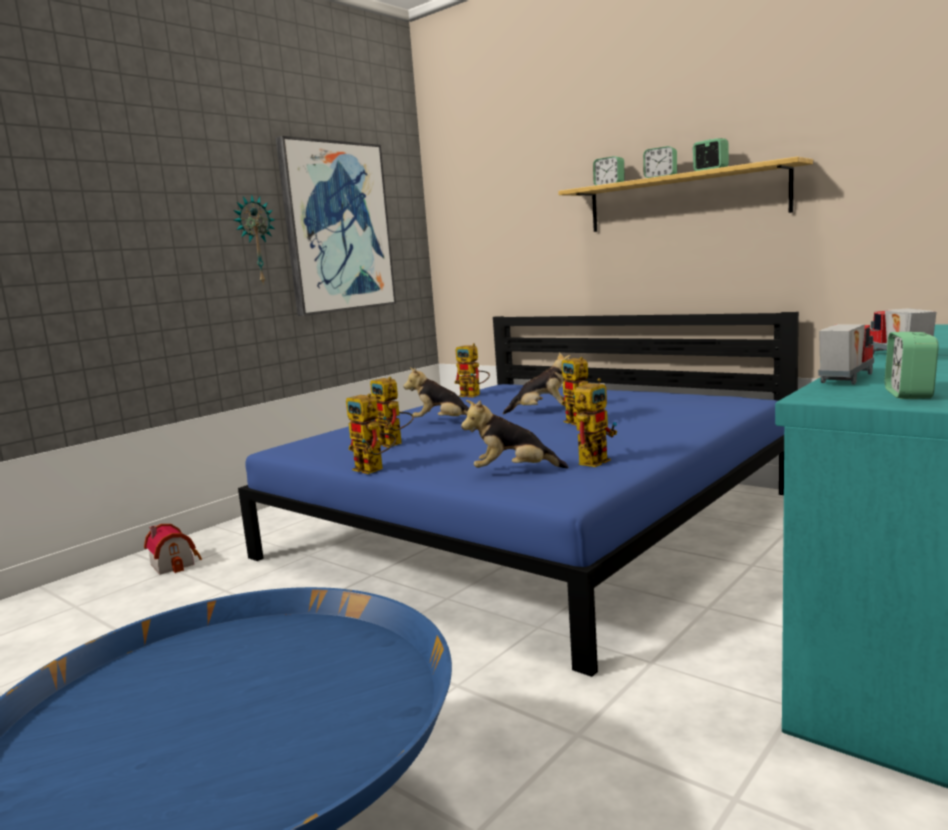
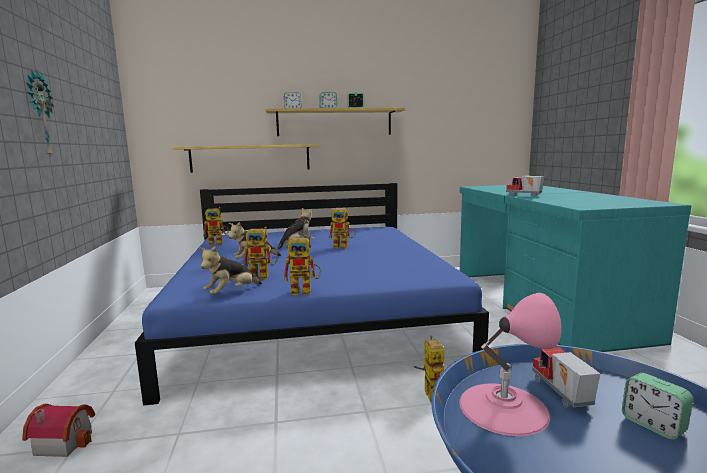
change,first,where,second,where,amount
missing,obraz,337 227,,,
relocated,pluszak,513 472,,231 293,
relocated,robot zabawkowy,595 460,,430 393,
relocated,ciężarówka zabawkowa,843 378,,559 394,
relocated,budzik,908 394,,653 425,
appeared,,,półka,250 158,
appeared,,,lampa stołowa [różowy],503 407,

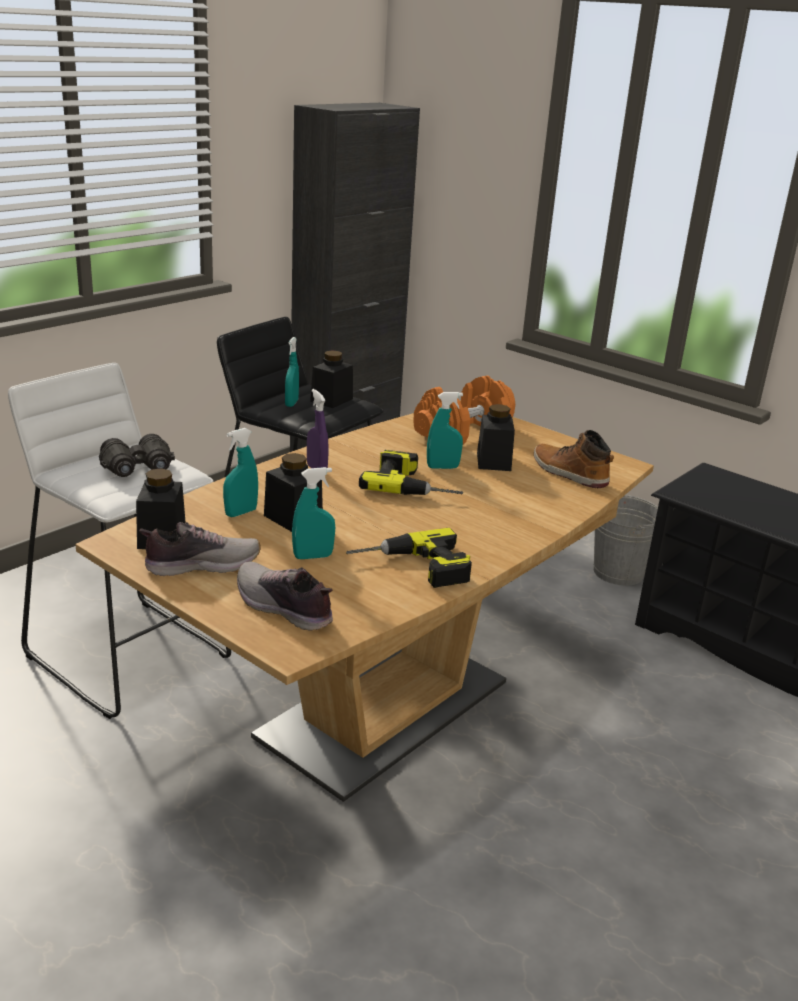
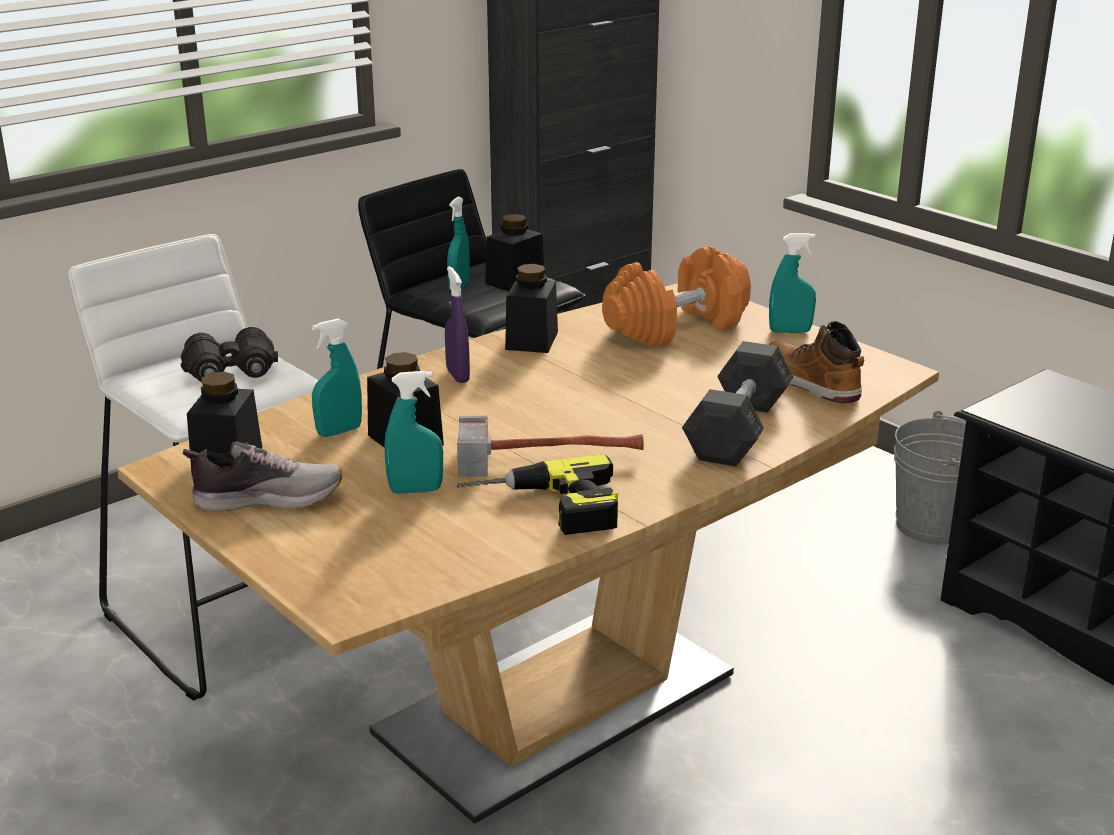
change,first,where,second,where,amount
missing,but,283 608,,,
missing,wiertarka,414 484,,,
relocated,spryskiwacz [turkusowy],442 467,,790 331,
relocated,słoik [czarny],493 461,,532 340,
appeared,,,młotek,550 455,
appeared,,,hantel [szary],737 429,

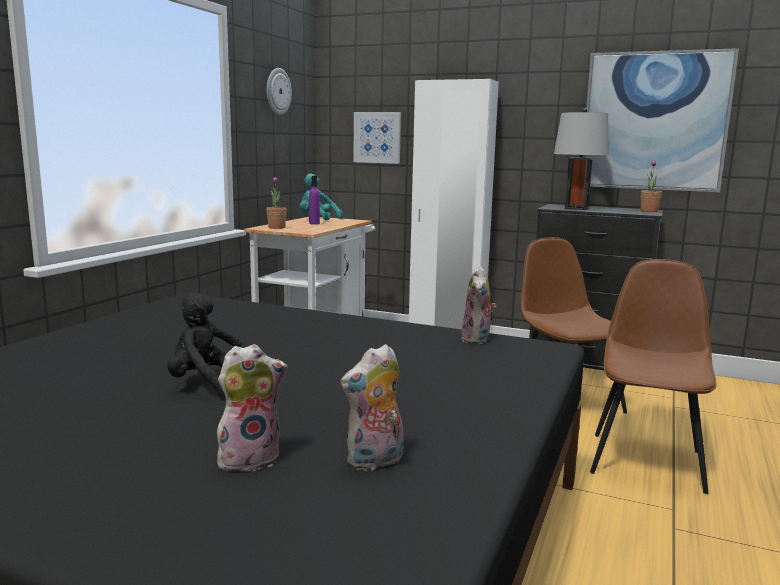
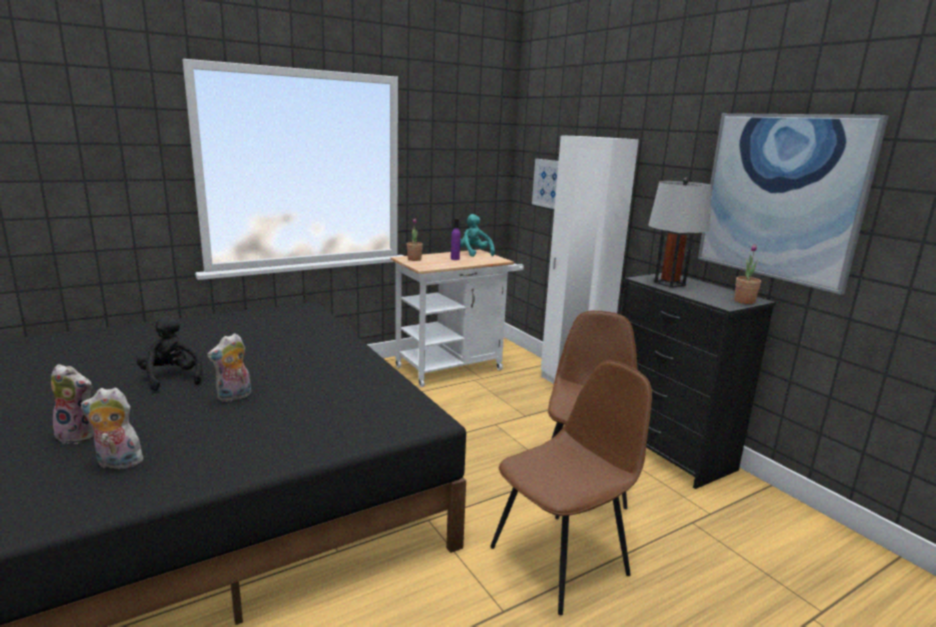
change,first,where,second,where,amount
missing,zegar ścienny,277 91,,,
relocated,pluszak,477 339,,234 397,

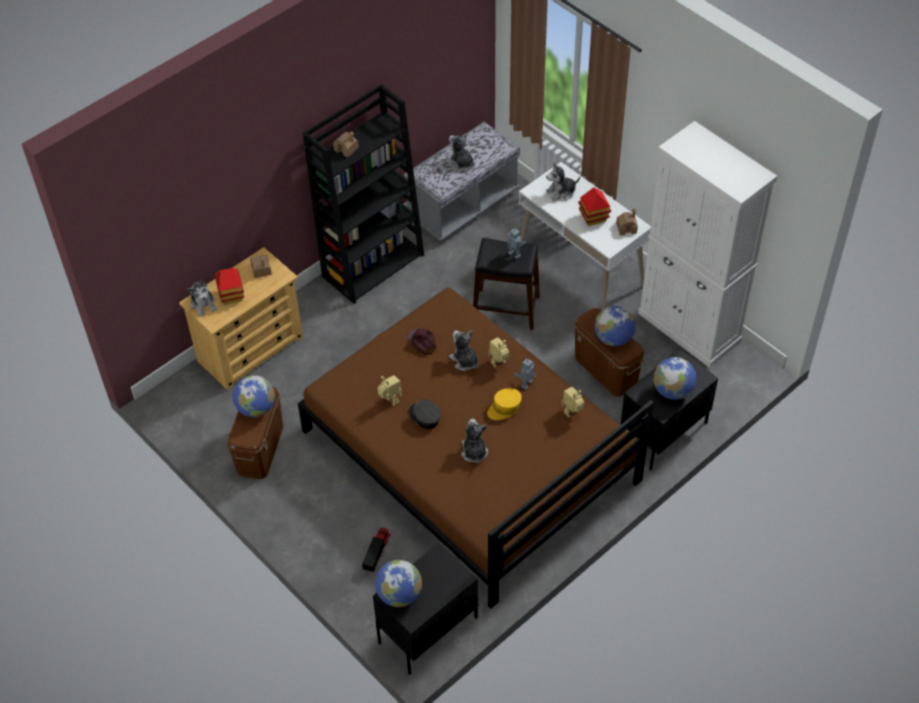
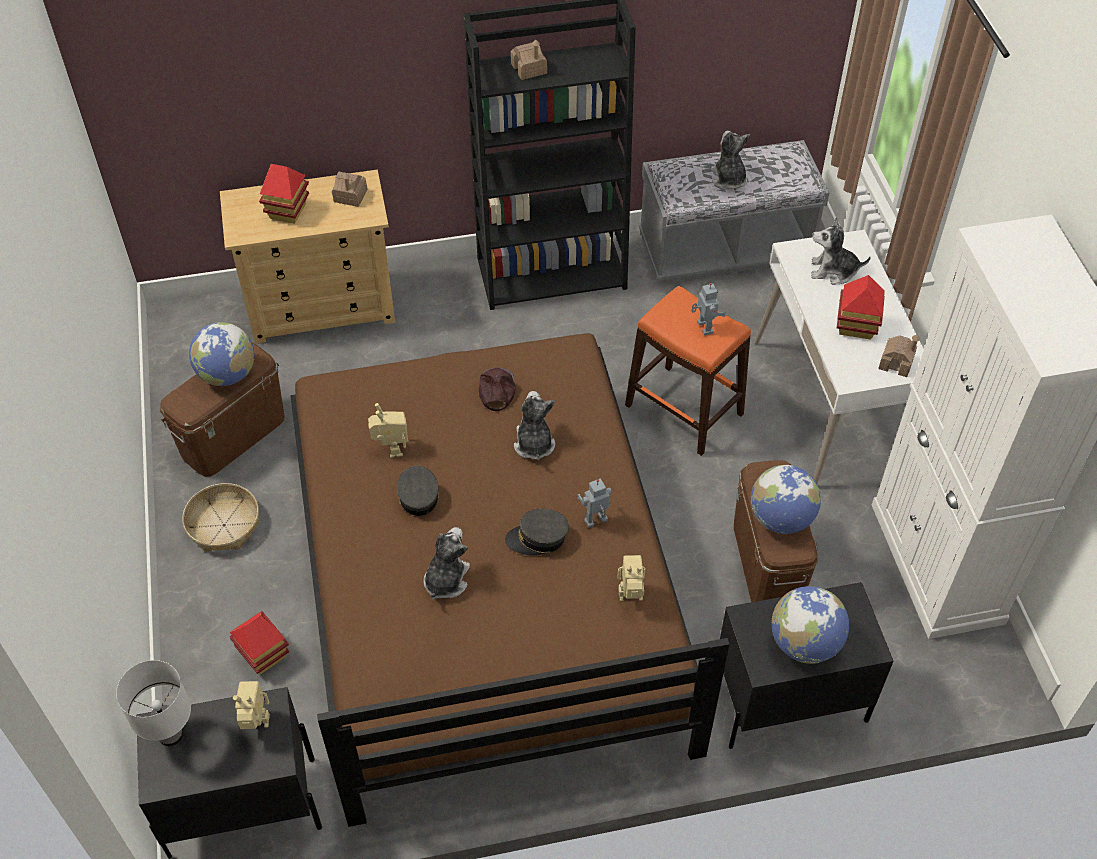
change,first,where,second,where,amount
missing,pluszak,203 304,,,
exchanged,ciężarówka zabawkowa,377 552,domek,263 655,
exchanged,globus,399 594,lampa stołowa [biały],171 735,
colour,stołek [czarny],506 309,stołek [pomarańczowy],684 410,
colour,czapka z daszkiem [żółty],504 408,czapka z daszkiem [szary],537 538,
relocated,robot zabawkowy,499 364,,256 725,
appeared,,,koszyk,223 525,

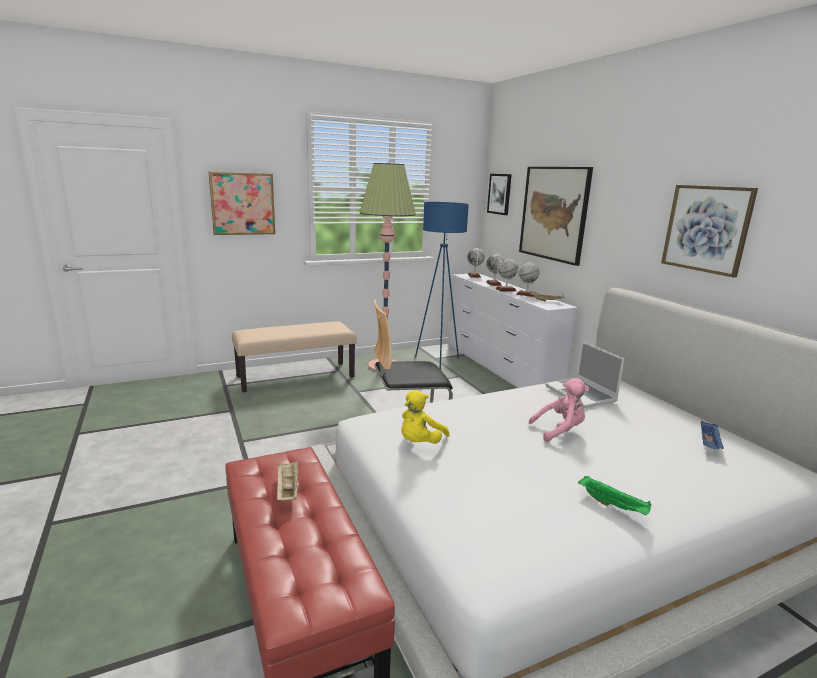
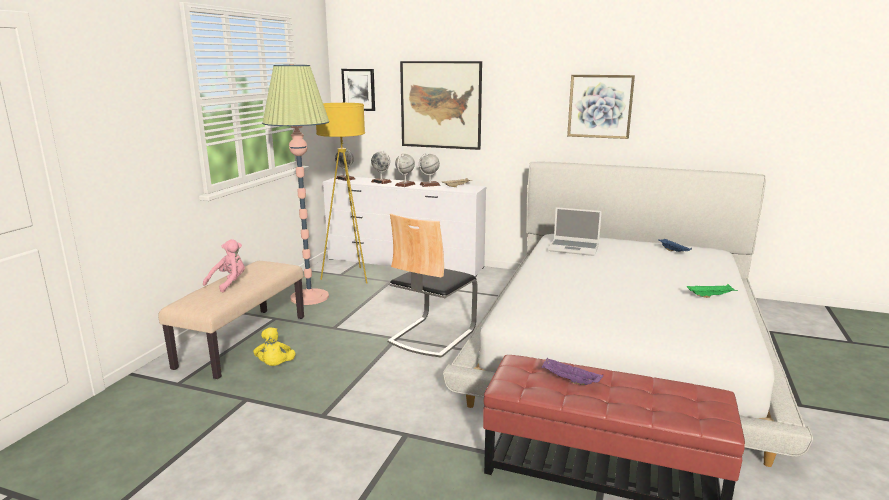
change,first,where,second,where,amount
missing,obraz,242 203,,,
colour,taca [beżowy],287 489,taca [fioletowy],569 380,
relocated,pluszak [żółty],420 443,,275 366,
colour,lampa stojąca [niebieski],437 361,lampa stojąca [żółty],348 276,
relocated,pluszak [różowy],560 431,,229 283,

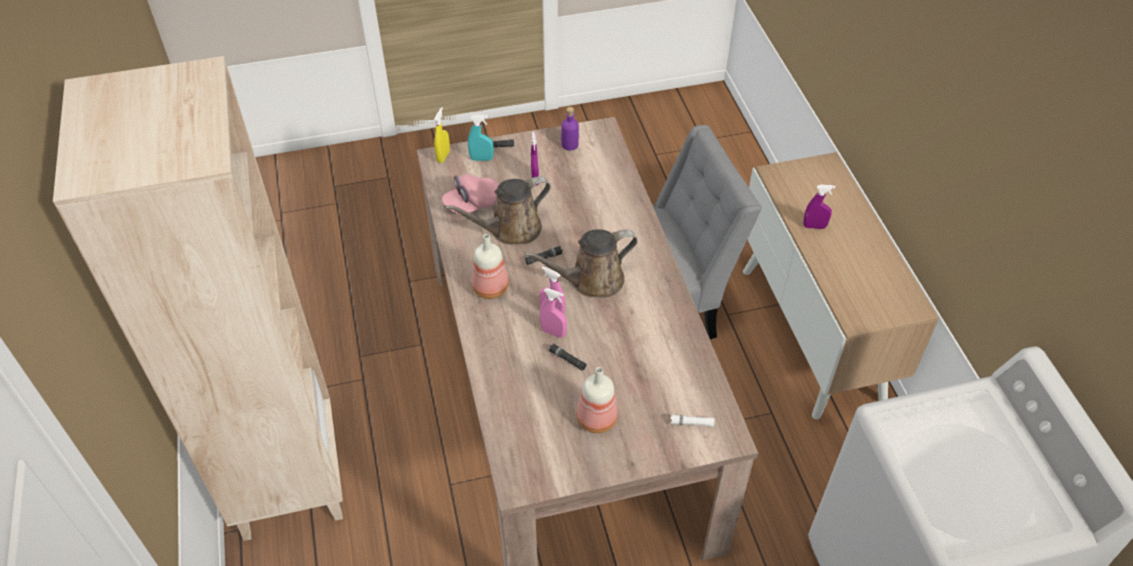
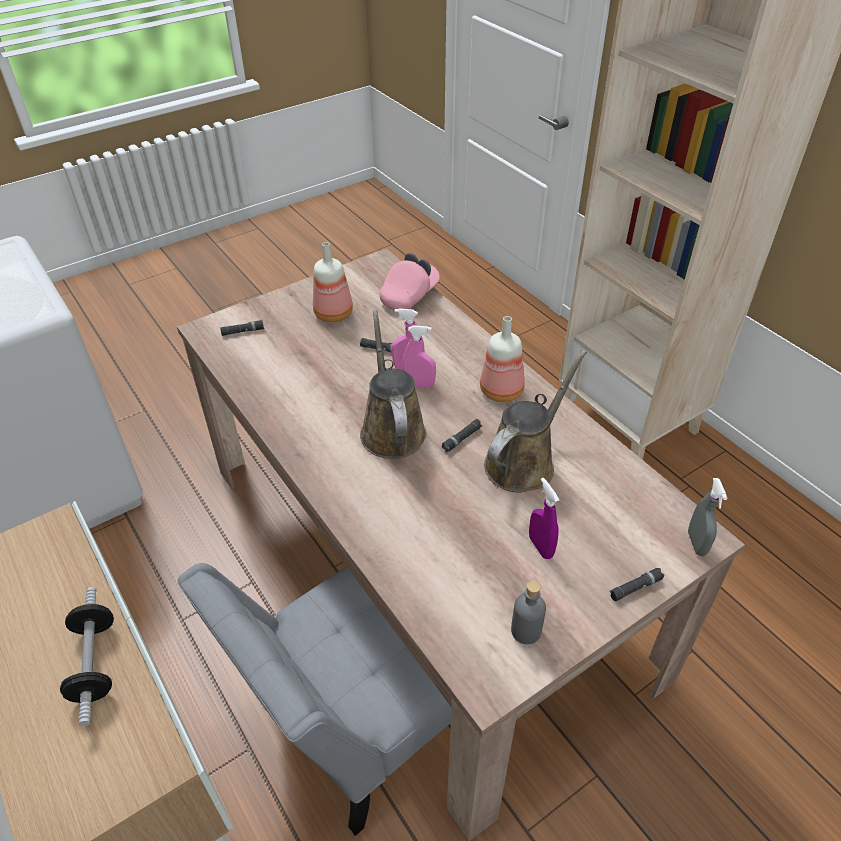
change,first,where,second,where,amount
colour,spryskiwacz [żółty],443 156,spryskiwacz [szary],696 543,
relocated,czapka z daszkiem [różowy],473 204,,409 296,
missing,spryskiwacz [turkusowy],481 159,,,
spun,konewka [brązowy],591 280,,391 429,60 degrees counterclockwise
colour,butelka [fioletowy],570 144,butelka [szary],526 631,
colour,latarka [biały],691 423,latarka [czarny],243 331,
exchanged,spryskiwacz [fioletowy],814 226,hantel,95 663,

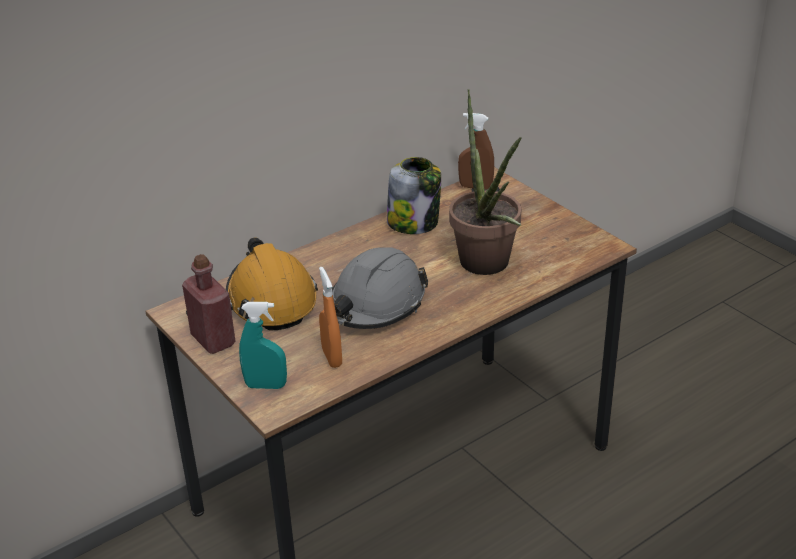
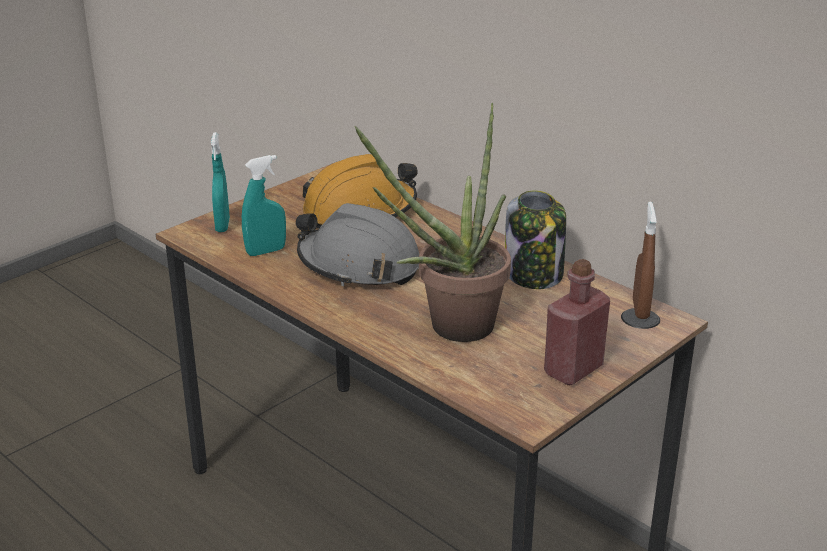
change,first,where,second,where,amount
relocated,butelka [czerwony],213 340,,573 370,
colour,spryskiwacz [pomarańczowy],332 357,spryskiwacz [turkusowy],266 251,

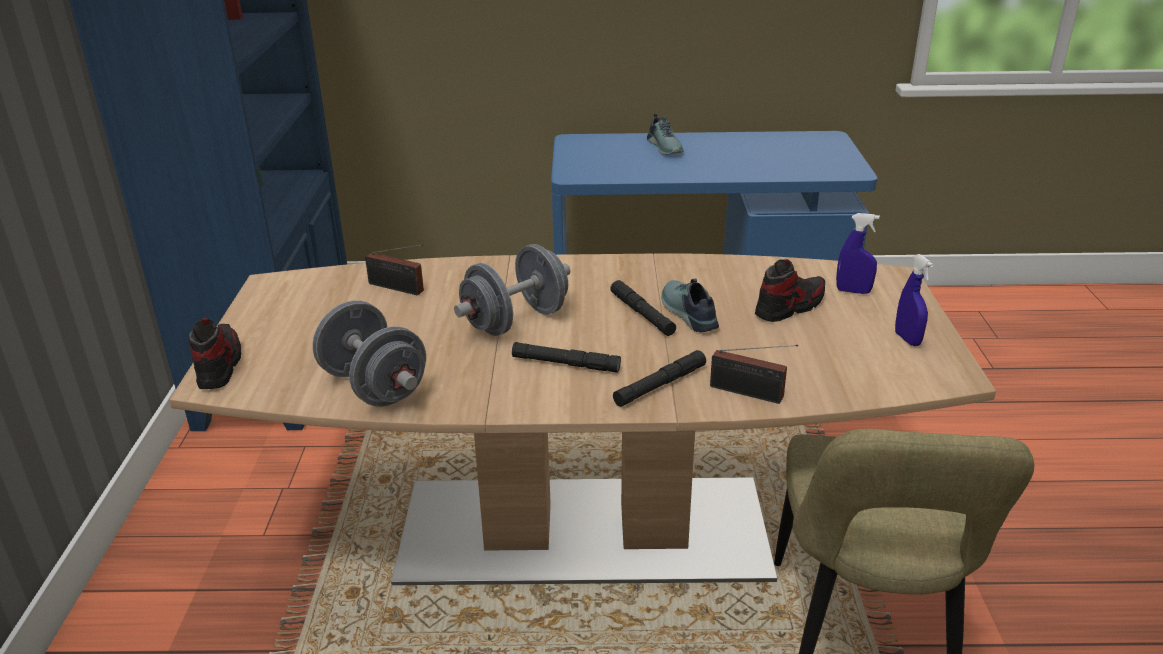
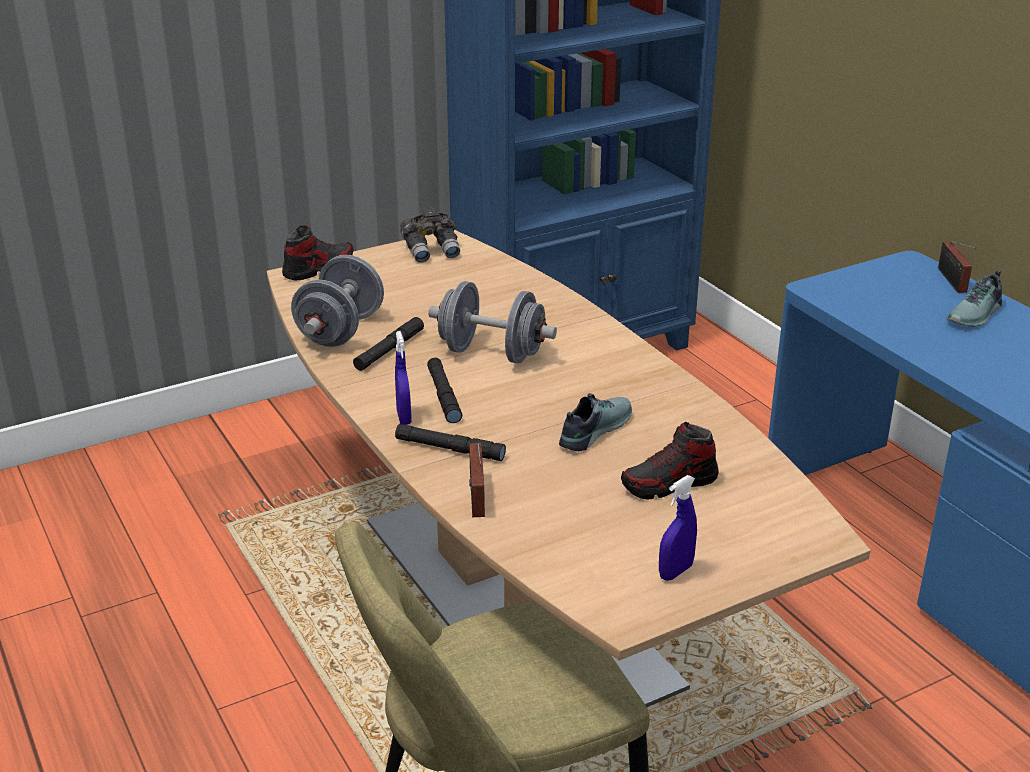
change,first,where,second,where,amount
relocated,radio,398 288,,952 281,
relocated,latarka [czarny],642 314,,389 350,
spun,but,789 307,,669 484,135 degrees clockwise
relocated,spryskiwacz [niebieski],853 291,,404 417,
appeared,,,lornetka [szary],432 251,

